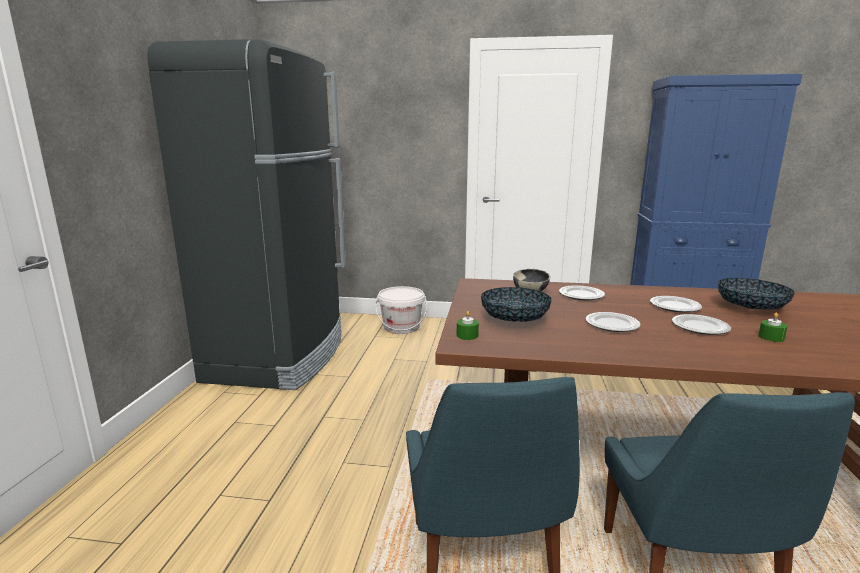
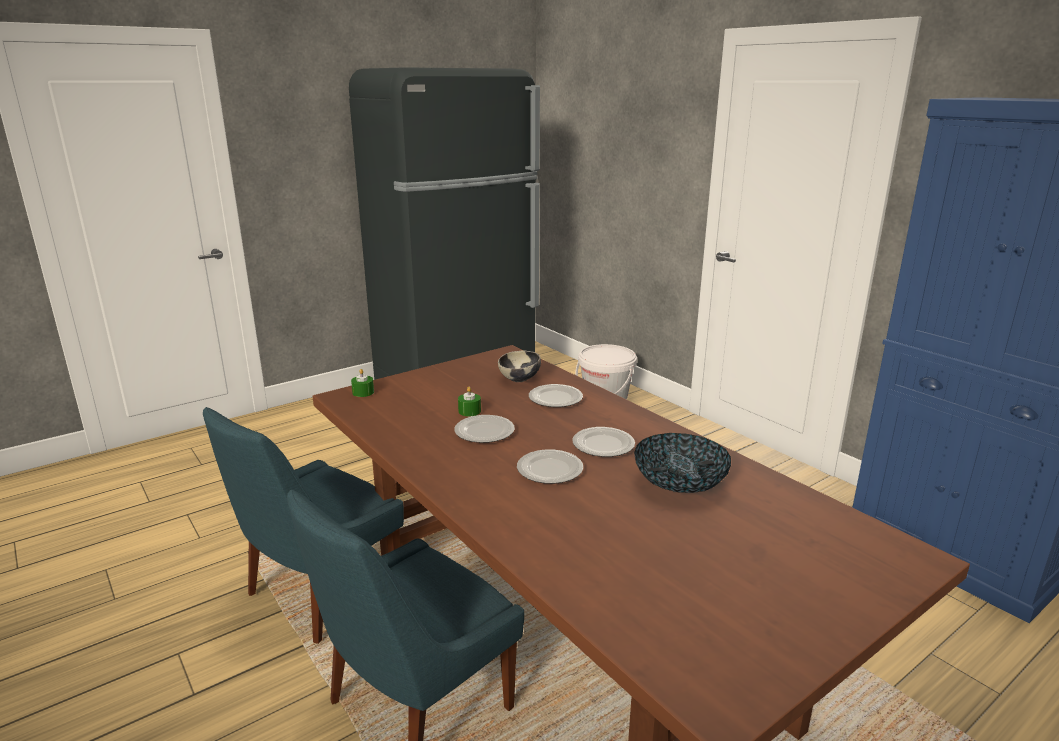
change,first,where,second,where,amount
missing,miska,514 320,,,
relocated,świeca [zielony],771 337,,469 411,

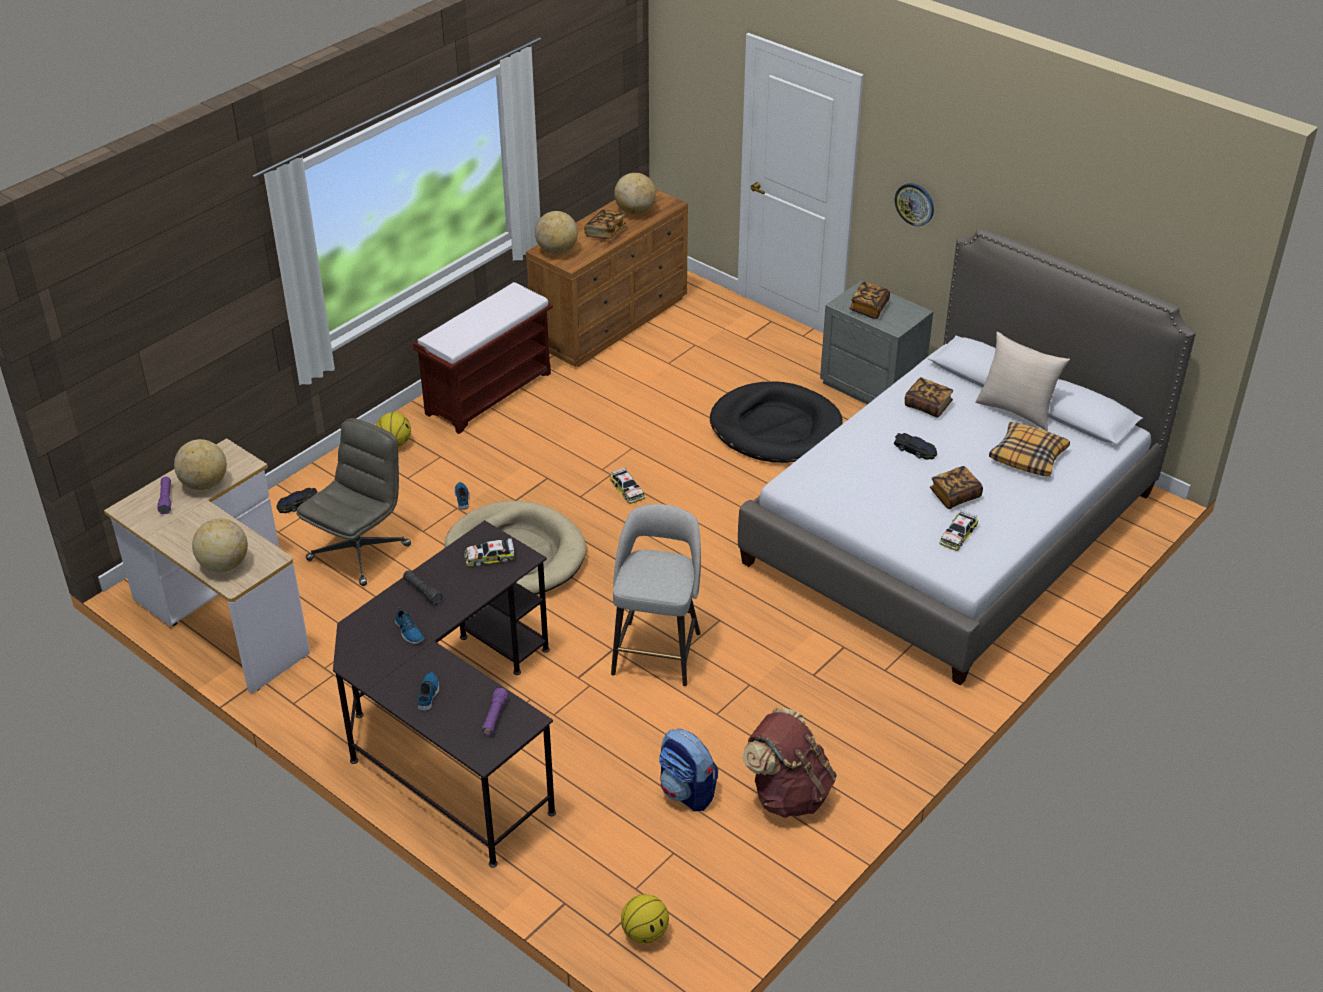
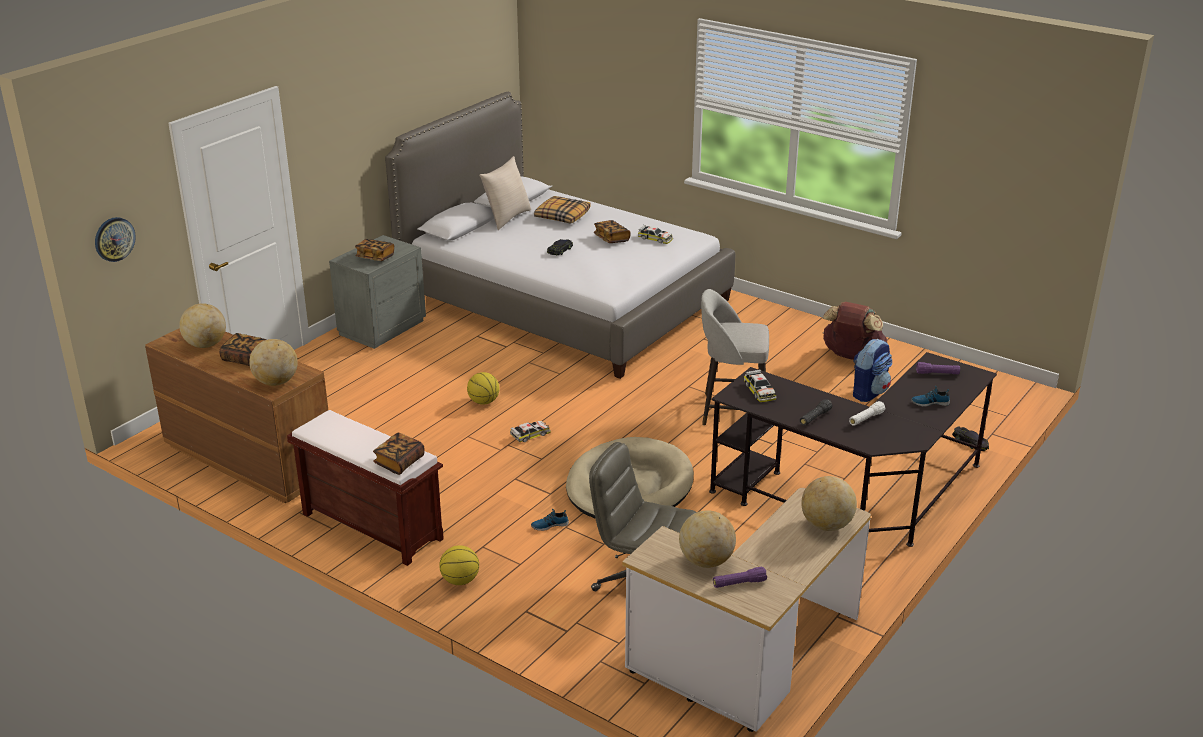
change,first,where,second,where,amount
relocated,samochodzik [czarny],297 504,,970 442,
exchanged,but,408 632,latarka [biały],866 419,
relocated,piłka do koszykówki,645 933,,483 402,
missing,legowisko [czarny],775 428,,,
relocated,zegar ścienny,915 204,,114 239,
relocated,książka,927 406,,399 462,

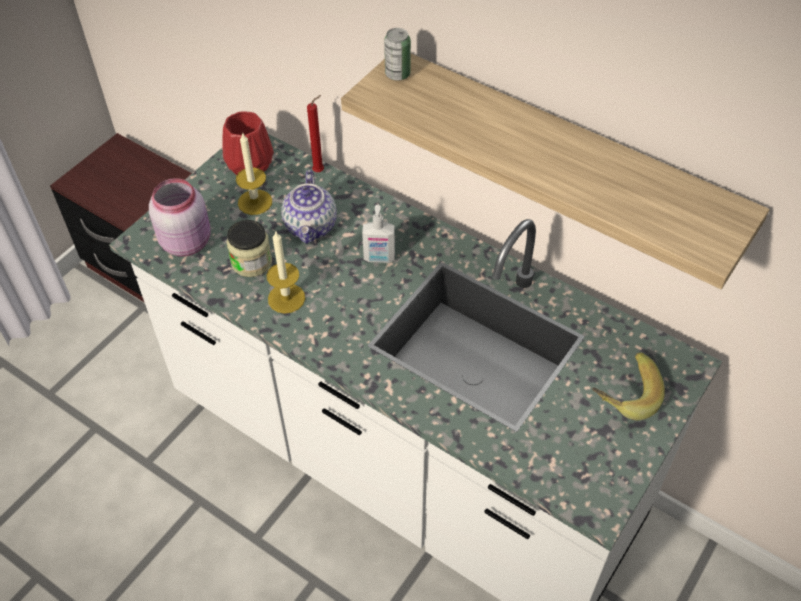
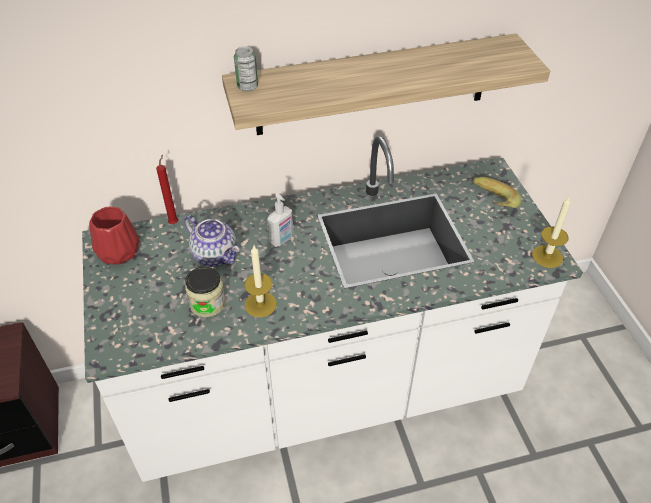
change,first,where,second,where,amount
missing,słoik [różowy],187 241,,,
relocated,świeca,255 202,,547 256,

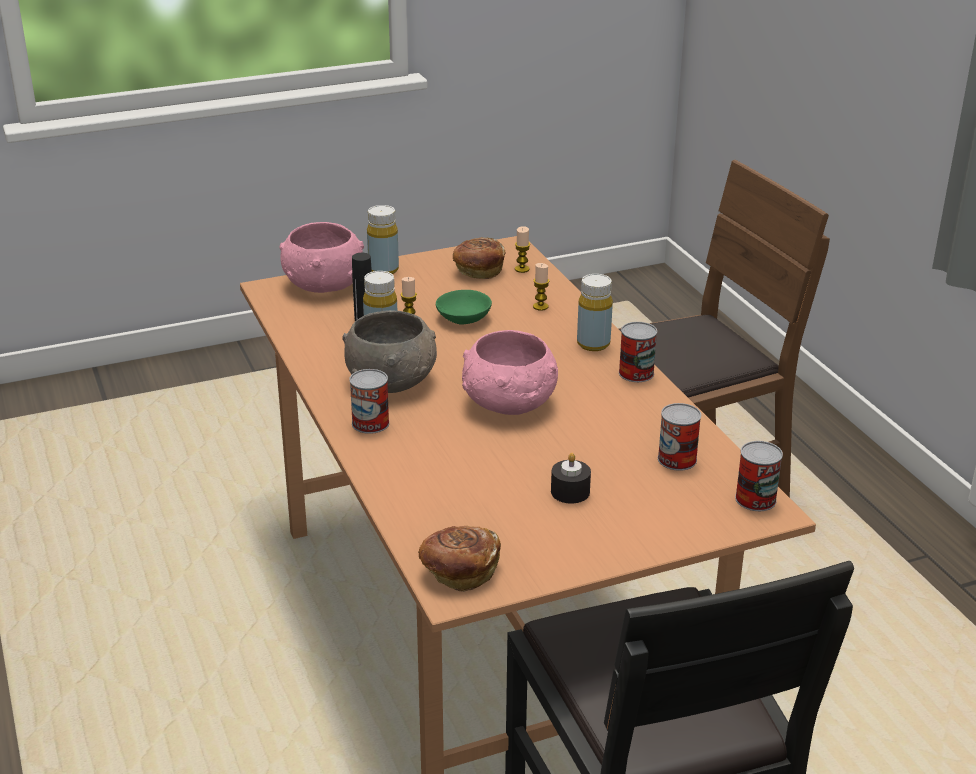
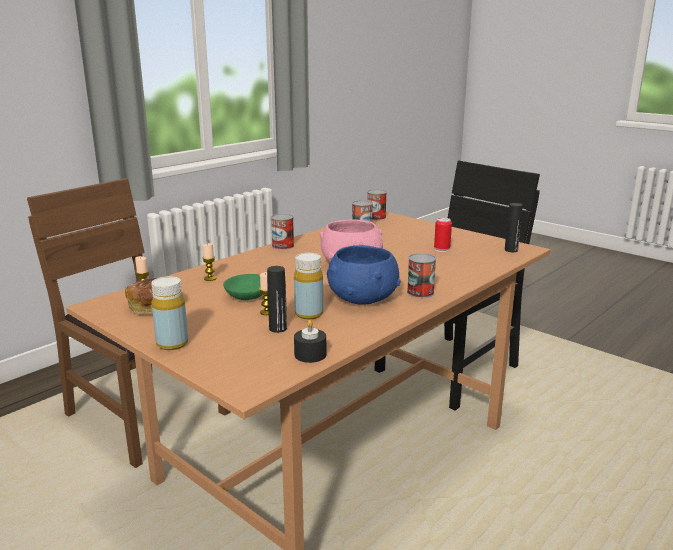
change,first,where,second,where,amount
missing,miska [różowy],323 284,,,
colour,miska [szary],392 380,miska [niebieski],362 298,
exchanged,chleb,459 572,butelka [czarny],511 250,
relocated,świeca [czarny],570 492,,310 354,
missing,butelka [żółty],593 344,,,
appeared,,,puszka,442 249,

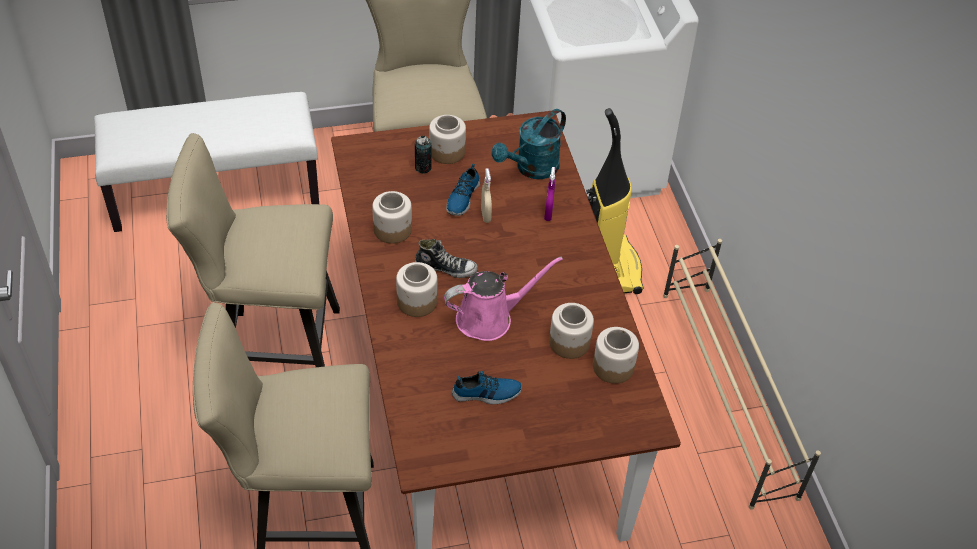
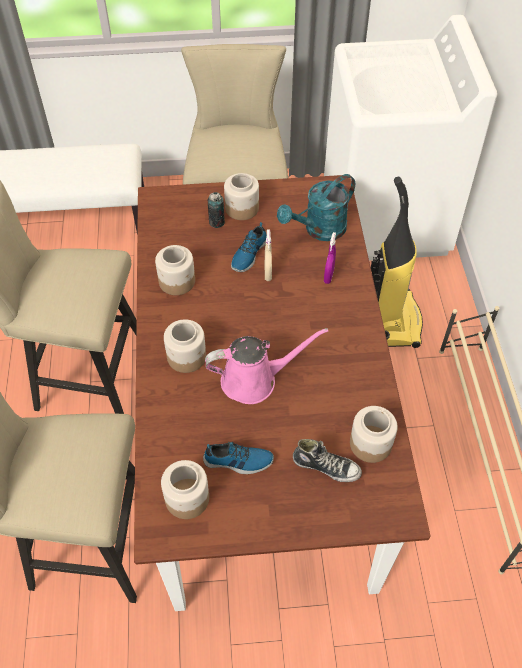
change,first,where,second,where,amount
relocated,but,446 268,,326 466,
relocated,słoik,568 342,,186 498,

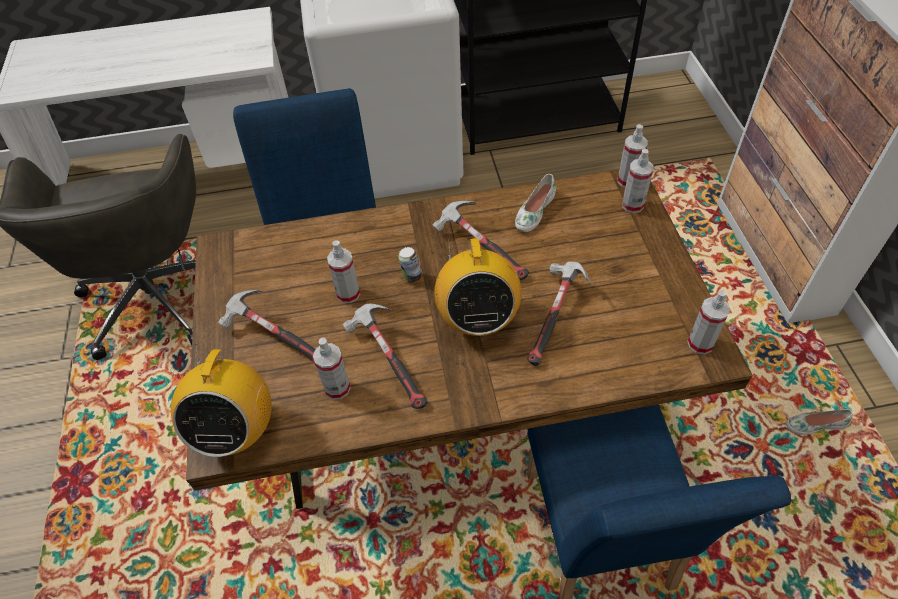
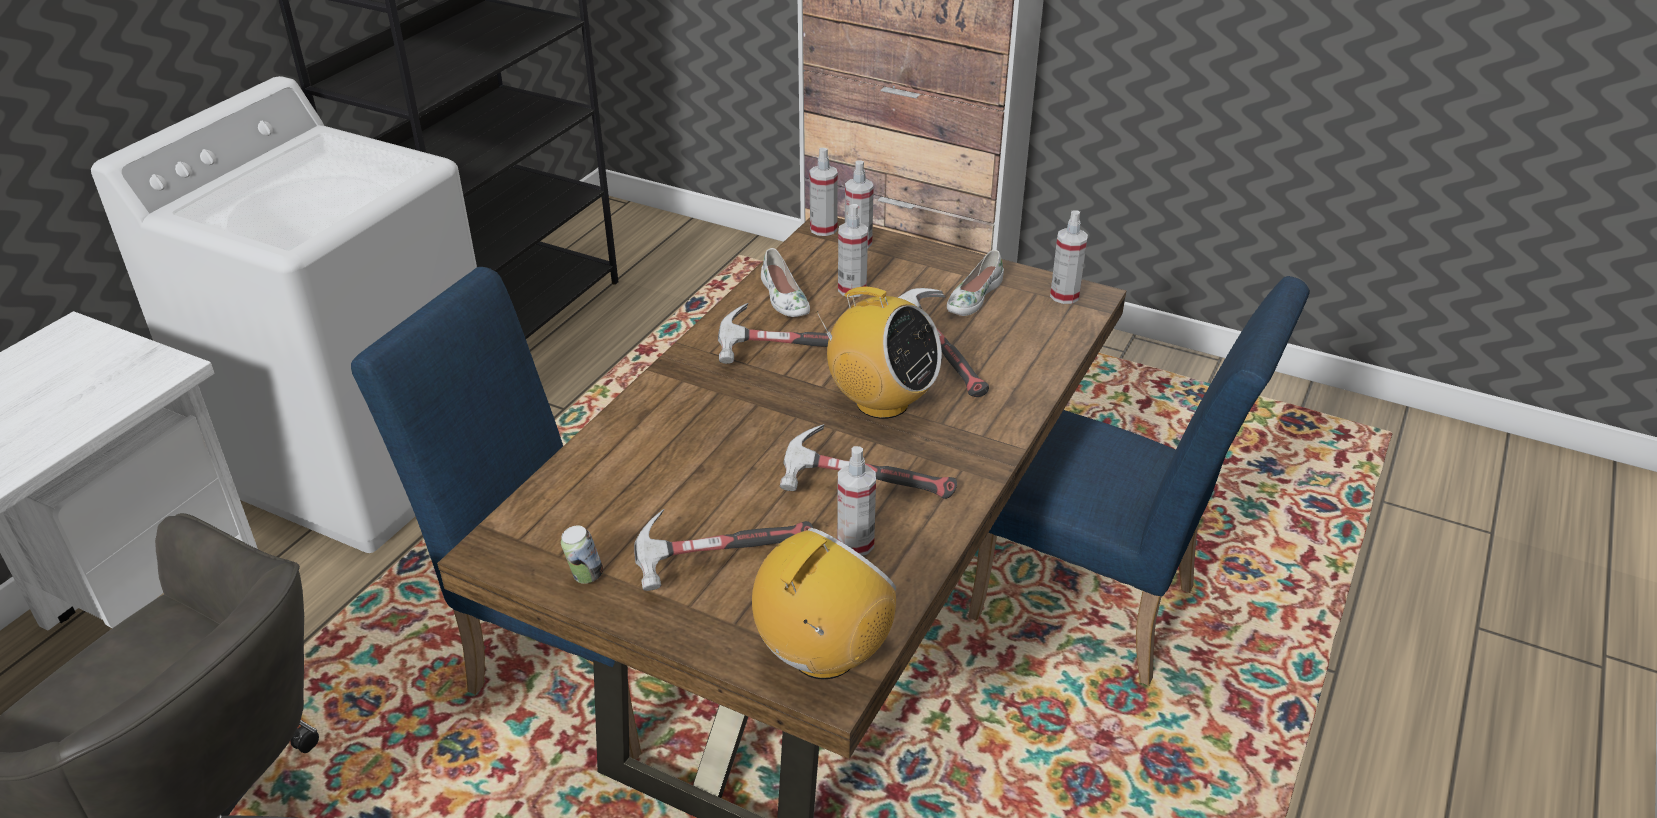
change,first,where,second,where,amount
spun,radio,236 430,,823 655,90 degrees counterclockwise
relocated,spryskiwacz,348 294,,852 289,
relocated,puszka,411 276,,585 576,
relocated,but [biały],814 424,,973 297,

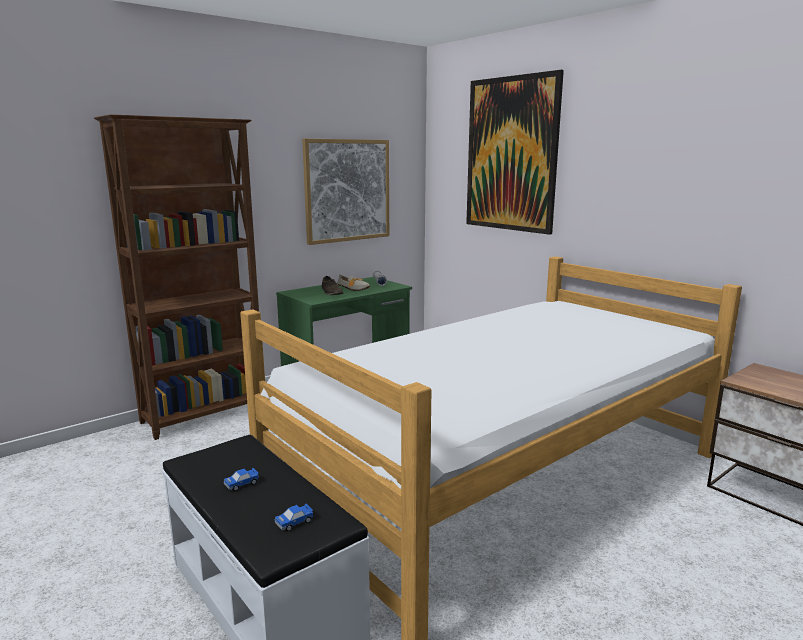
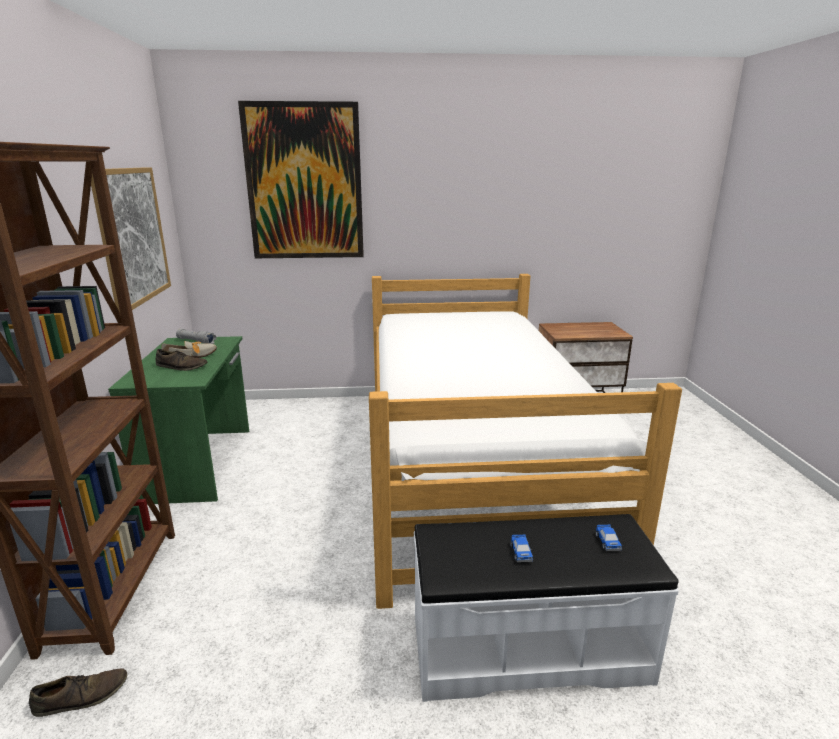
change,first,where,second,where,amount
appeared,,,but [brązowy],81 697,

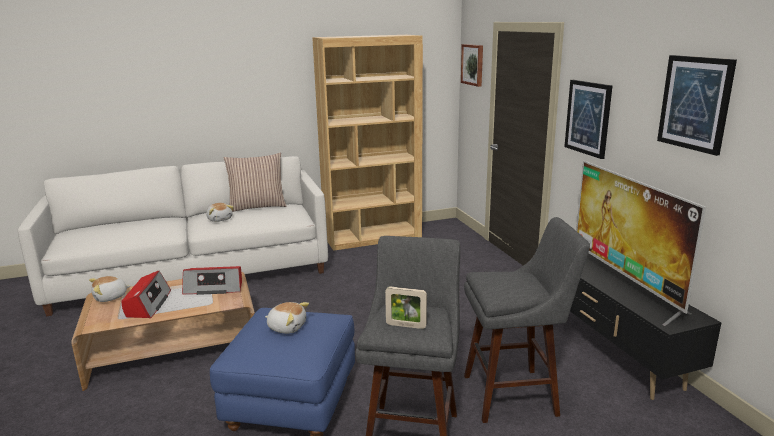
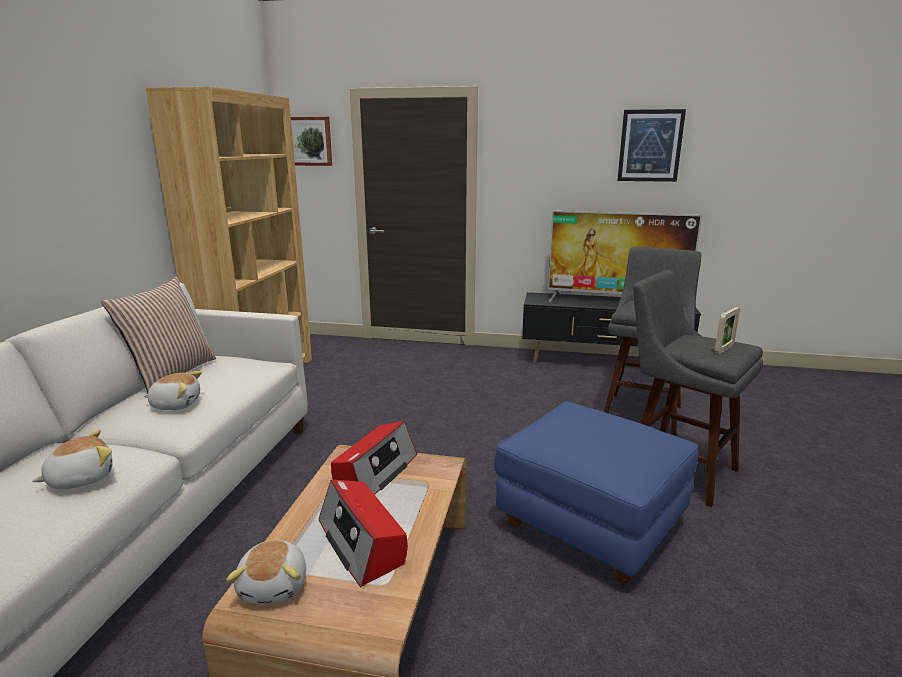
change,first,where,second,where,amount
spun,radio,148 304,,362 542,150 degrees counterclockwise
relocated,pluszak,287 327,,81 478,
missing,obraz,588 118,,,

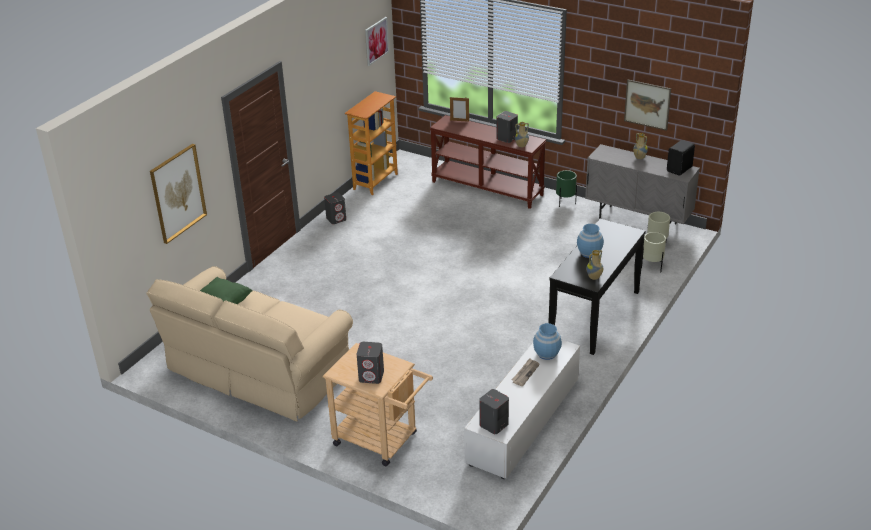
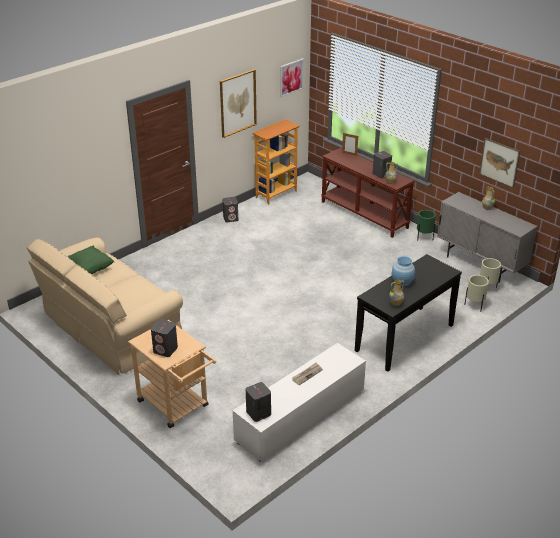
change,first,where,second,where,amount
relocated,obraz,178 193,,237 103,
missing,wazon [niebieski],546 354,,,
missing,głośnik [czarny],680 169,,,

